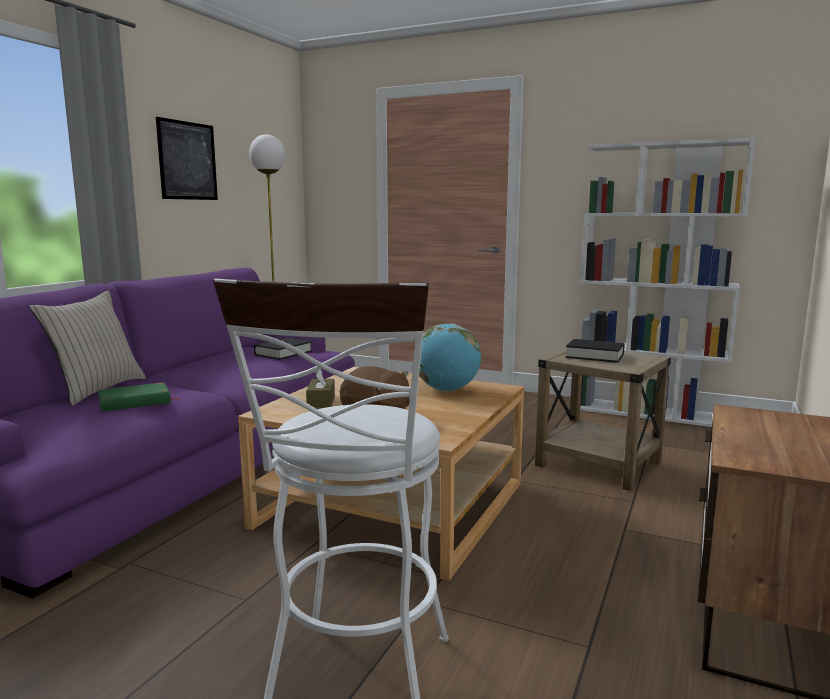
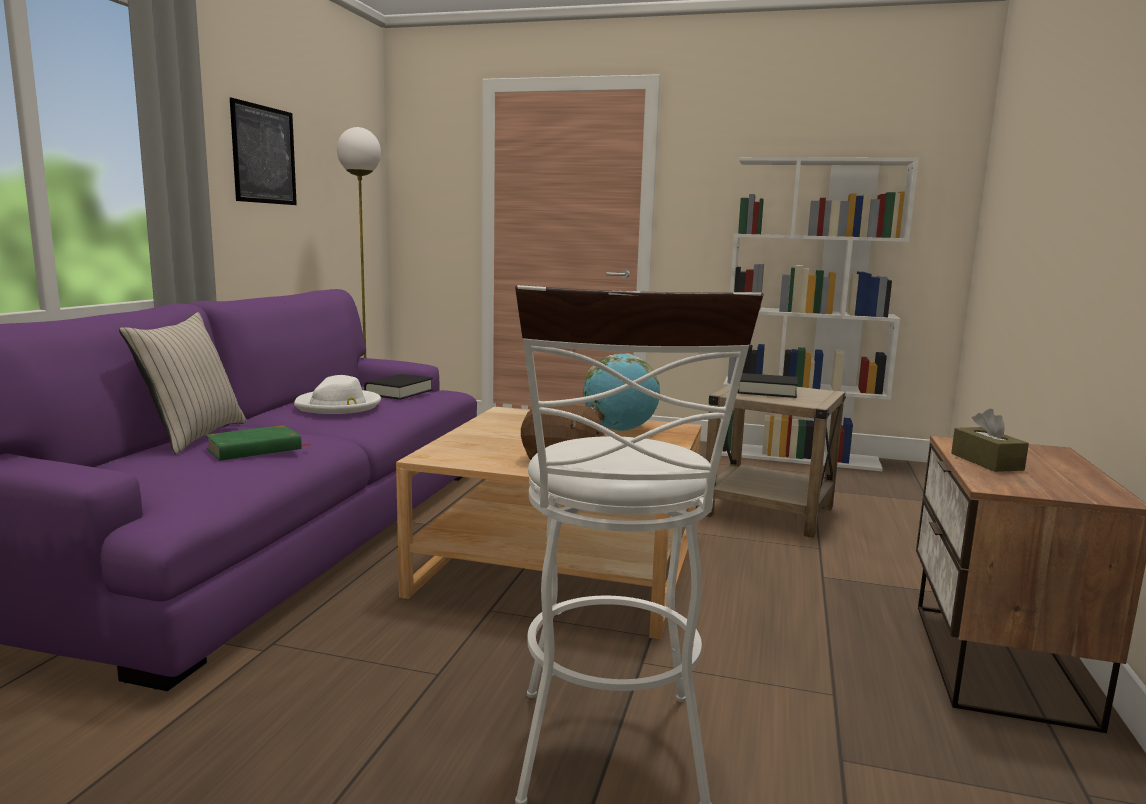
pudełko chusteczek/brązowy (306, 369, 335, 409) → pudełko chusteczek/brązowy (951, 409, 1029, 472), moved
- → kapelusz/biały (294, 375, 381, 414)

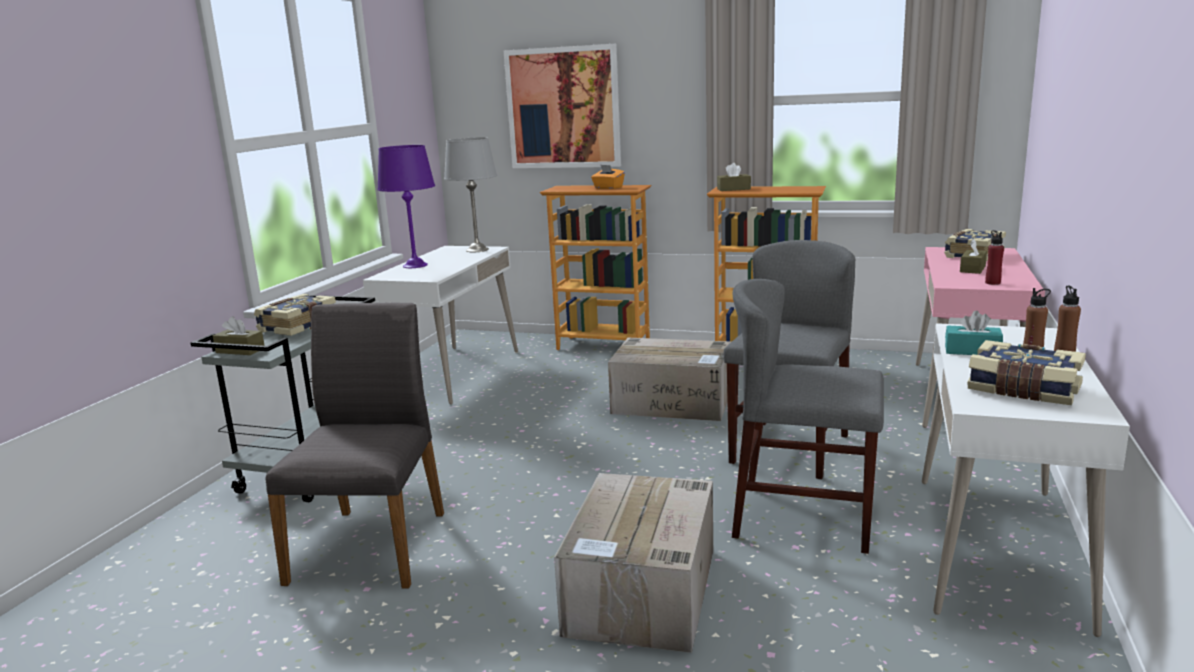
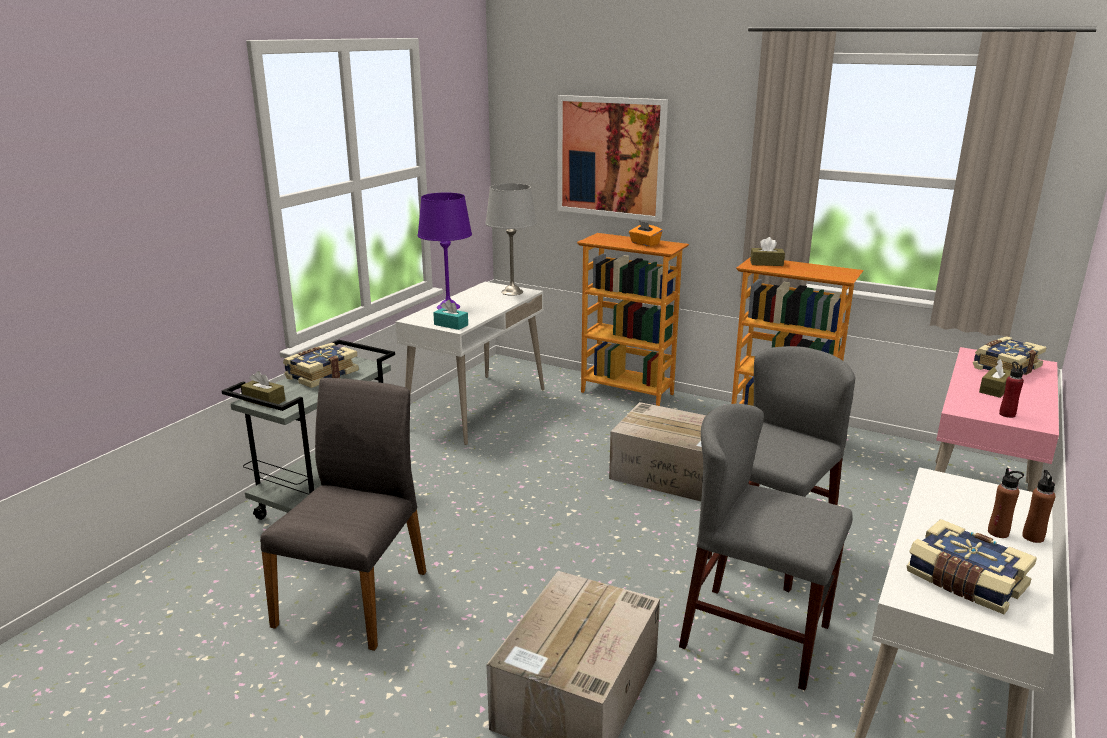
pudełko chusteczek/turkusowy (945, 310, 1003, 355) → pudełko chusteczek/turkusowy (433, 300, 468, 330), moved

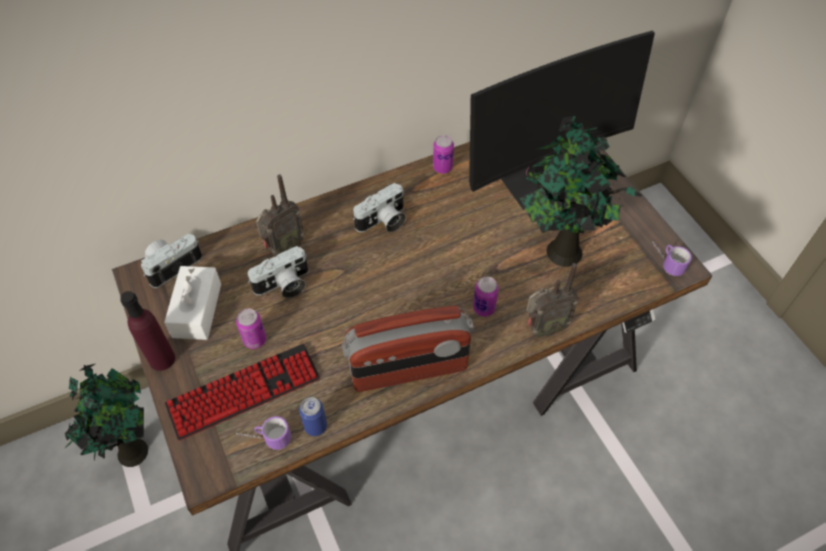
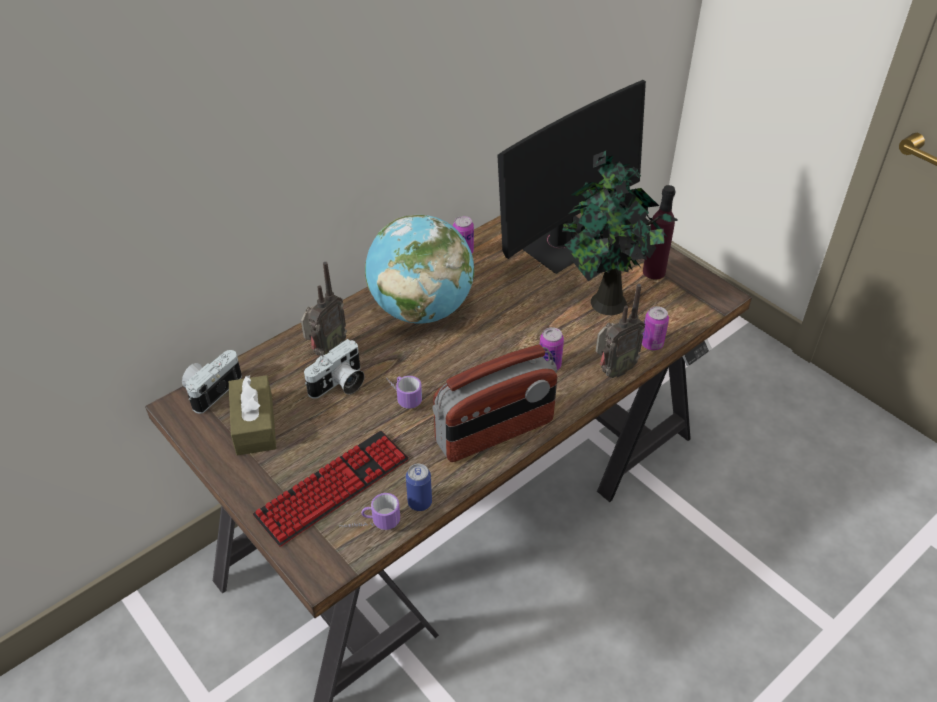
aparat fotograficzny (353, 183, 406, 232) → globus (365, 215, 474, 323)
kubek (652, 241, 692, 276) → kubek (386, 376, 422, 409), moved
pudełko chusteczek/biały (164, 266, 221, 340) → pudełko chusteczek/brązowy (229, 375, 277, 455)
butelka/fioletowy (121, 291, 175, 371) → butelka/fioletowy (643, 185, 676, 279), moved
puszka (236, 309, 266, 349) → puszka (642, 306, 669, 351), moved
roślina doniczkowa (64, 364, 148, 467) → -

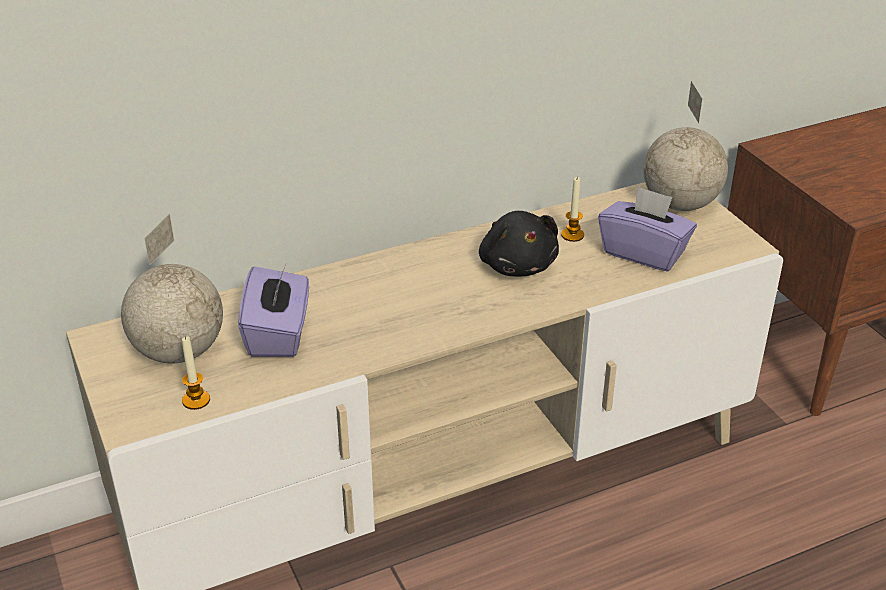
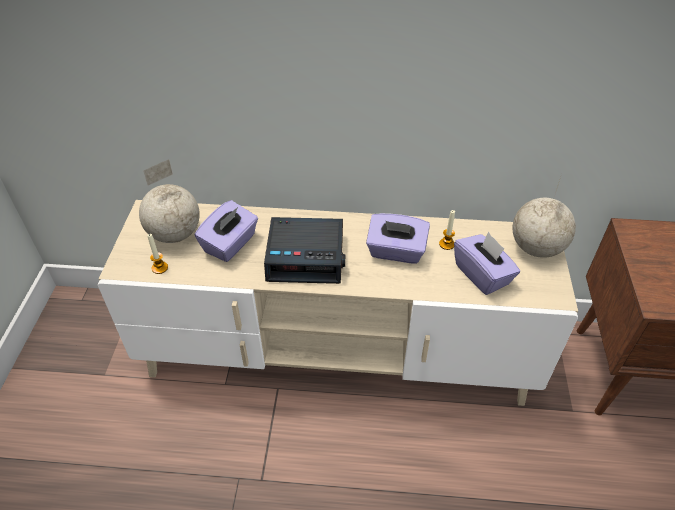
pluszak/czarny (479, 211, 559, 276) → pudełko chusteczek/fioletowy (366, 213, 430, 264)
- → budzik (264, 217, 345, 284)

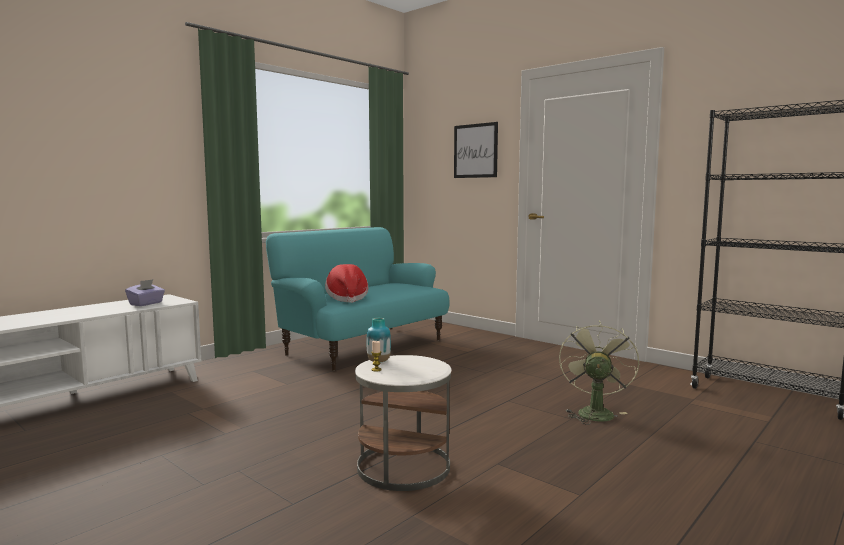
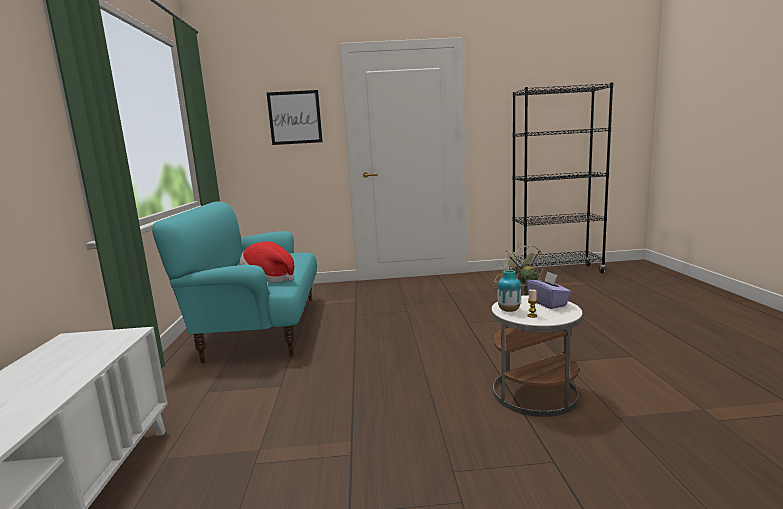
pudełko chusteczek/fioletowy (125, 279, 165, 306) → pudełko chusteczek/fioletowy (526, 271, 571, 309), moved

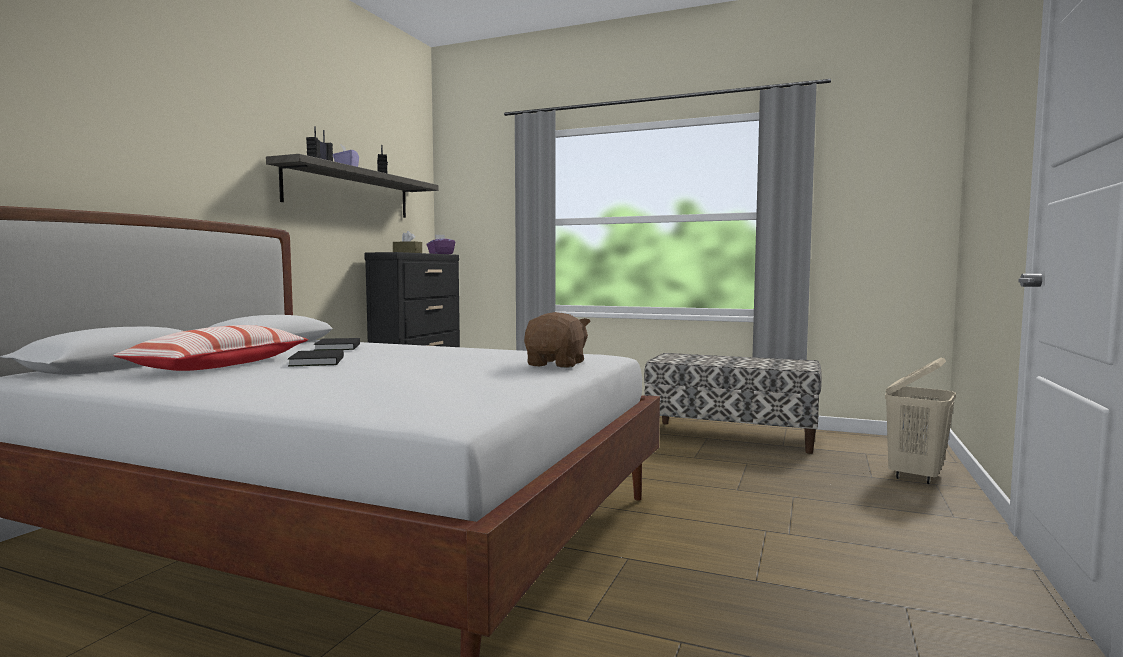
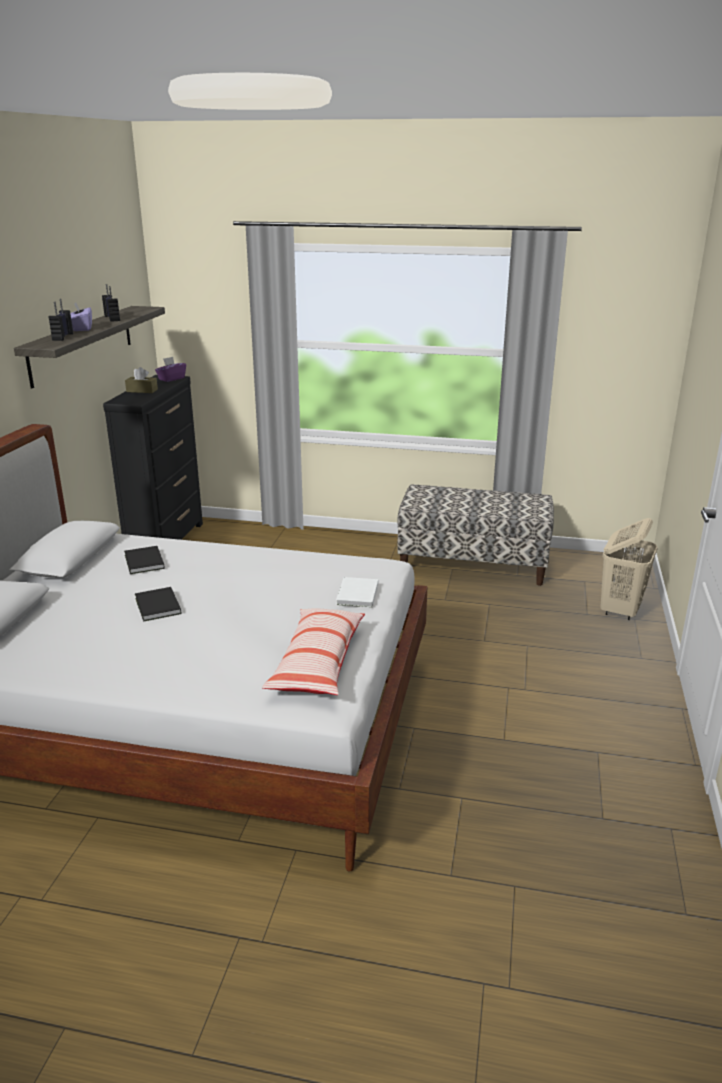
pluszak/brązowy (524, 312, 591, 368) → książka/biały (336, 577, 378, 607)
poduszka (113, 325, 308, 371) → poduszka (262, 608, 365, 695), moved

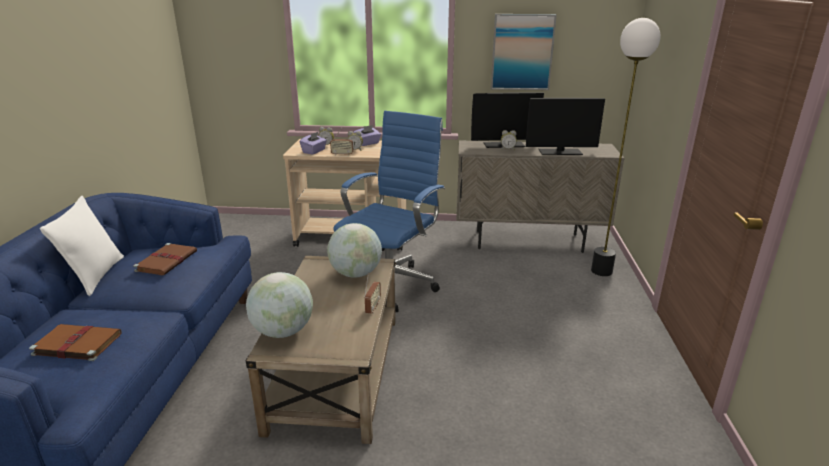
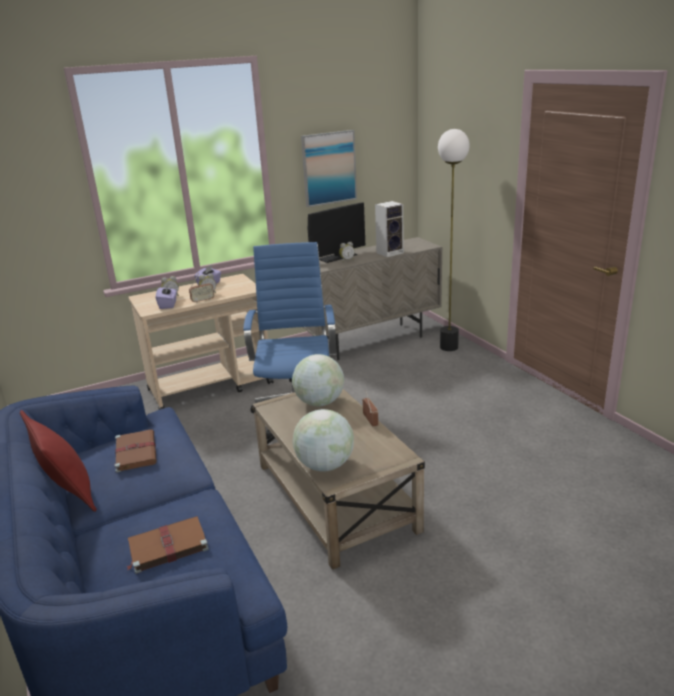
monitor (526, 98, 605, 155) → głośnik (375, 201, 404, 257)
poduszka/biały (40, 196, 124, 296) → poduszka/czerwony (20, 410, 97, 512)

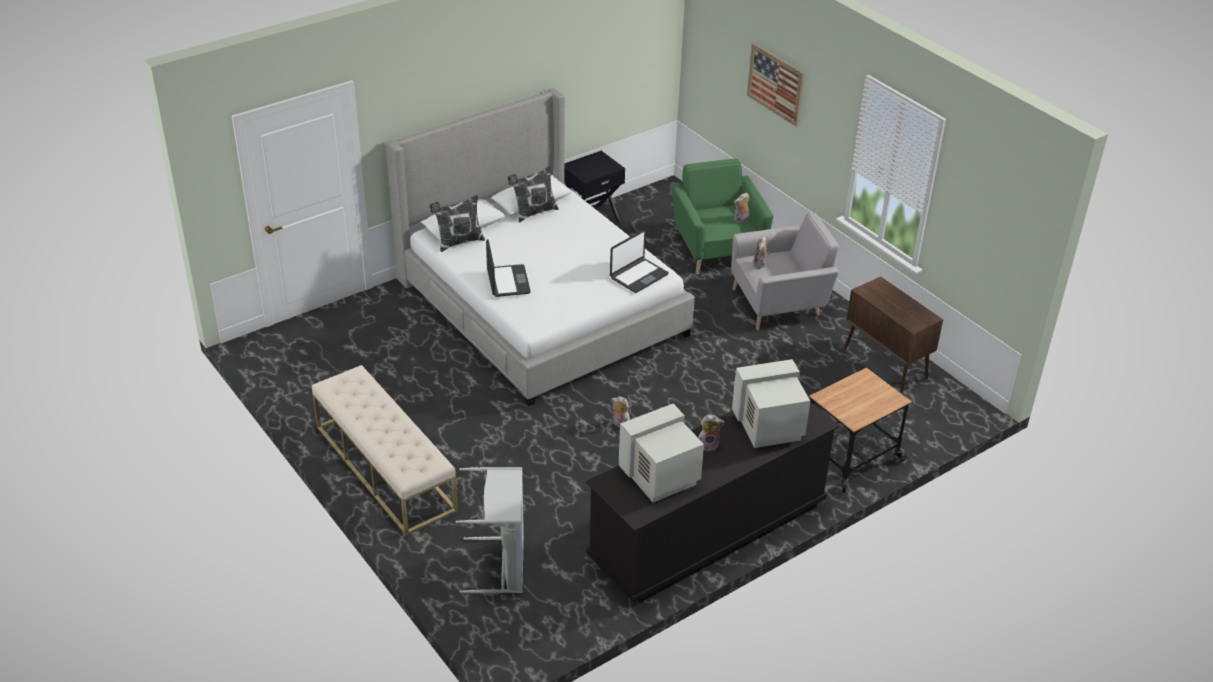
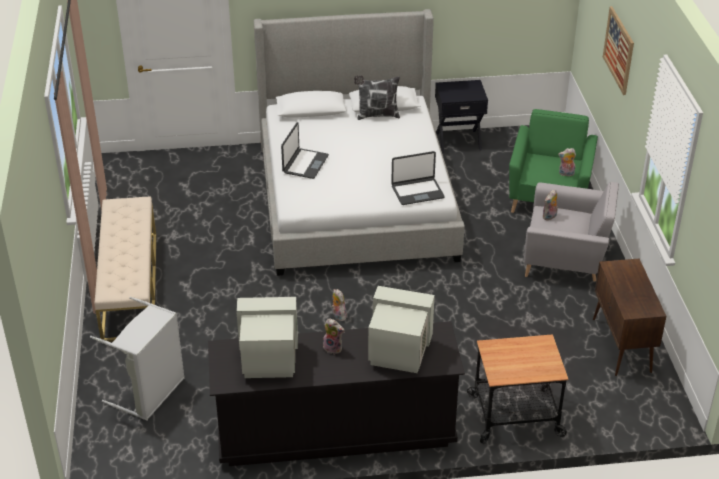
poduszka (430, 195, 485, 252) → -

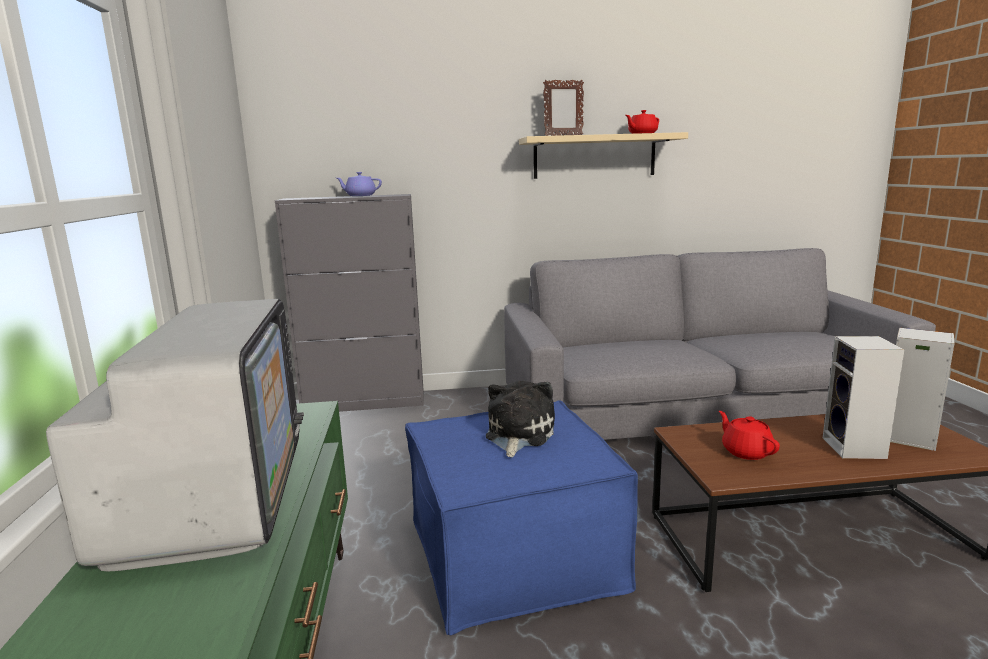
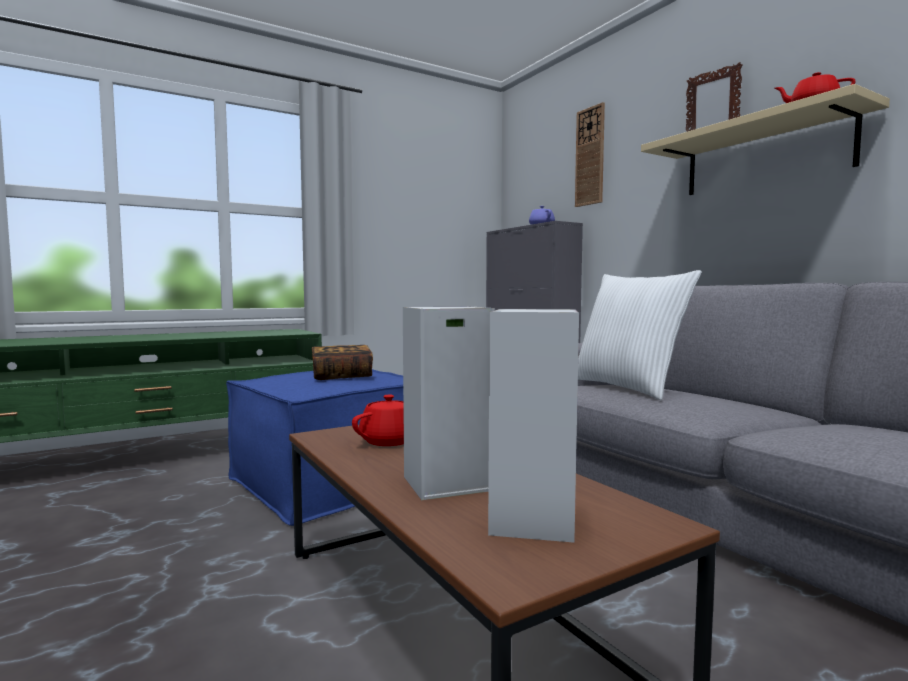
telewizor (46, 299, 304, 571) → -
pluszak (486, 381, 555, 457) → książka (312, 345, 373, 380)
- → zegar ścienny (575, 102, 605, 207)
- → poduszka/biały (578, 270, 701, 400)

